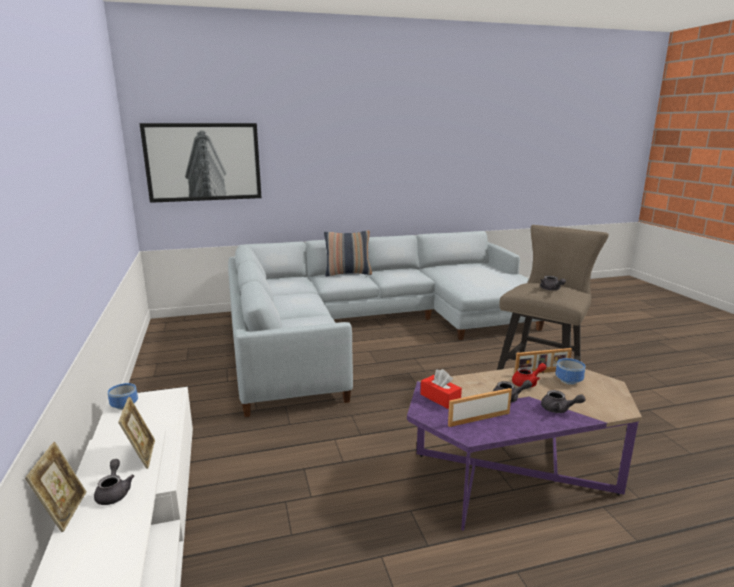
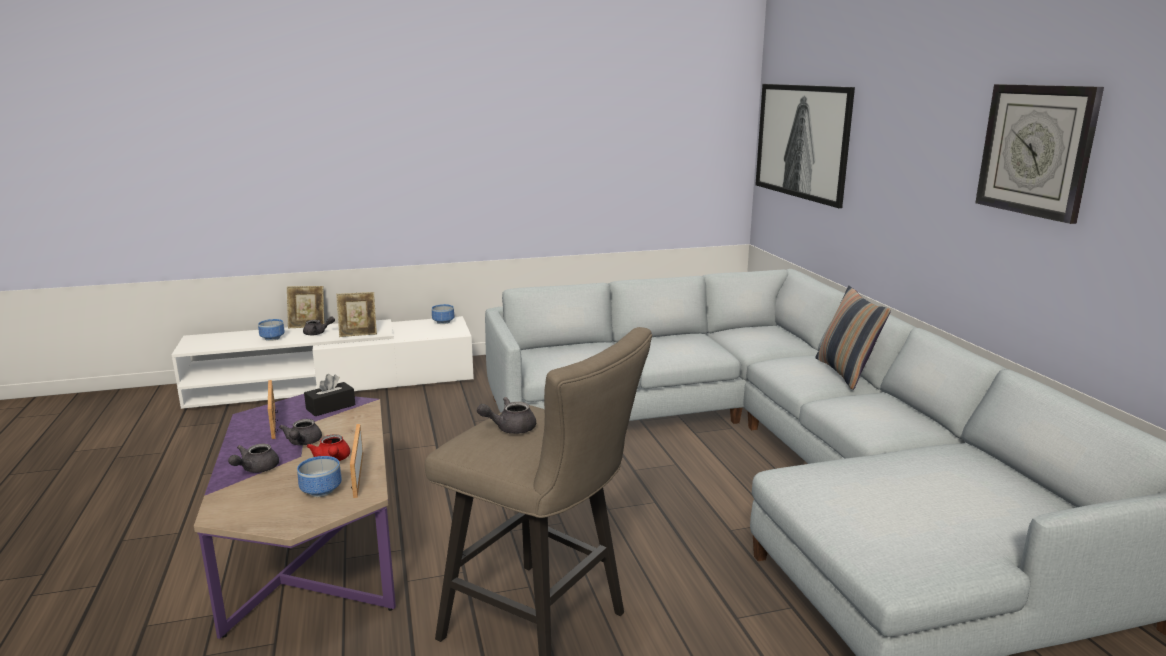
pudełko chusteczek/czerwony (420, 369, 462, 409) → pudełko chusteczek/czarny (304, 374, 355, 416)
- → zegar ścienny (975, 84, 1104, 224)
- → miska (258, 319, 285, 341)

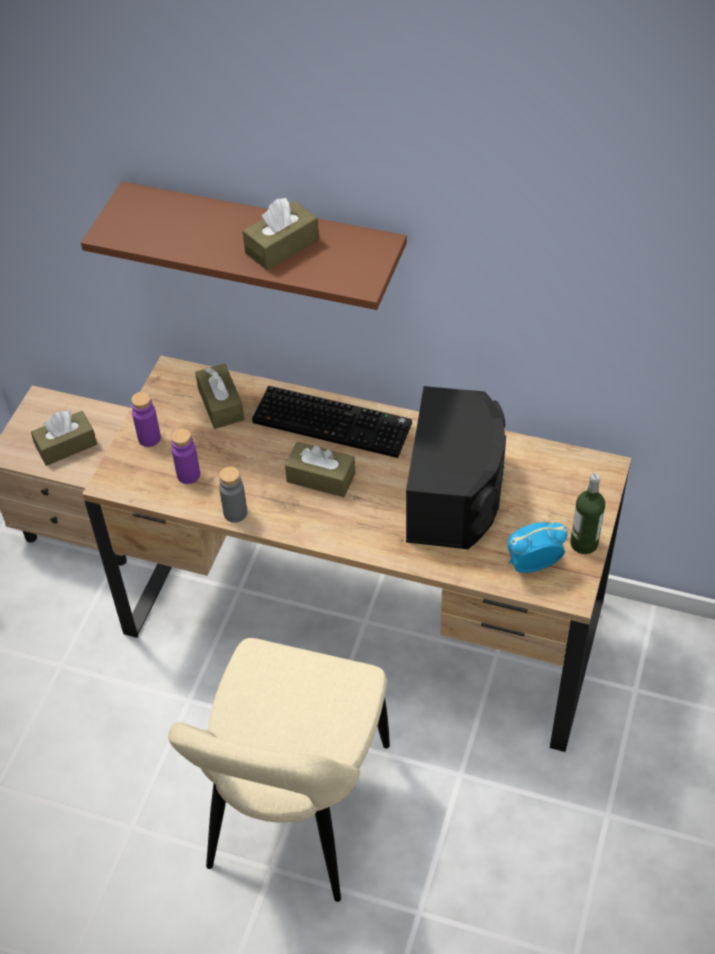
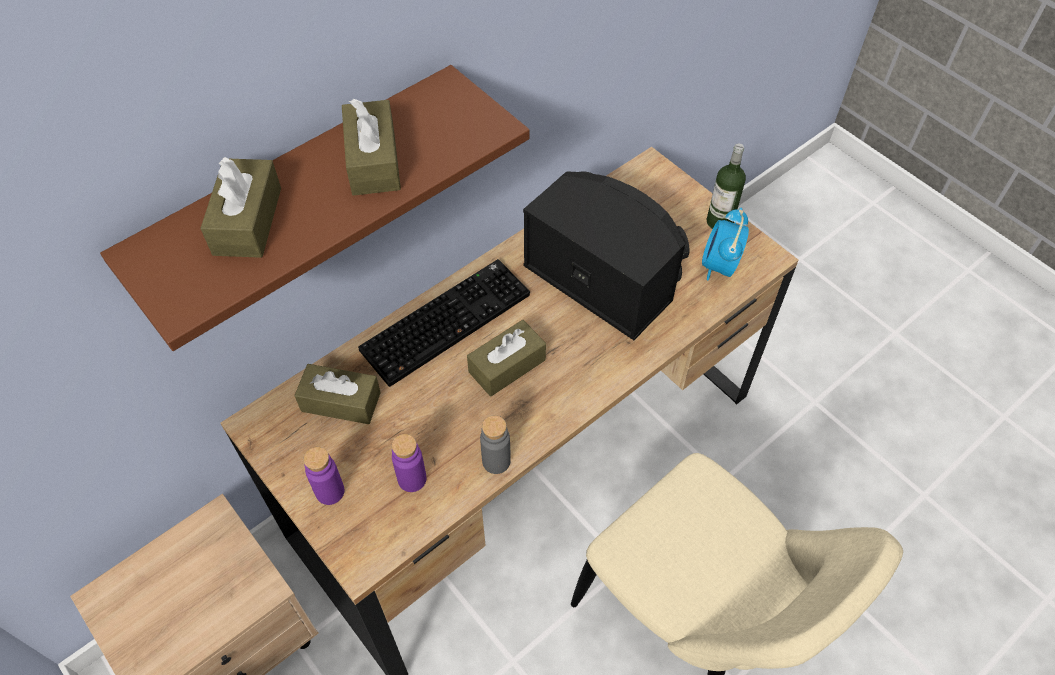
pudełko chusteczek/brązowy (31, 410, 97, 466) → pudełko chusteczek/brązowy (200, 157, 281, 258), moved

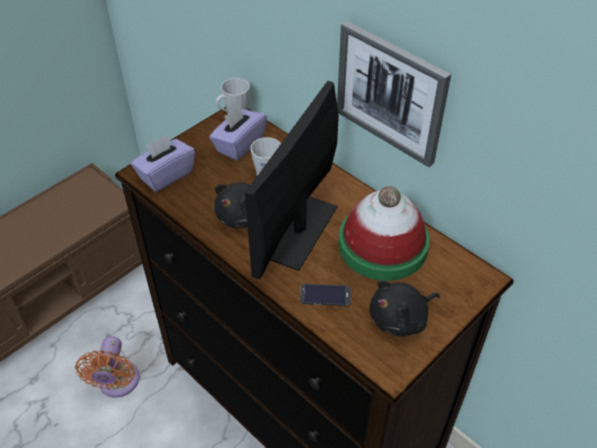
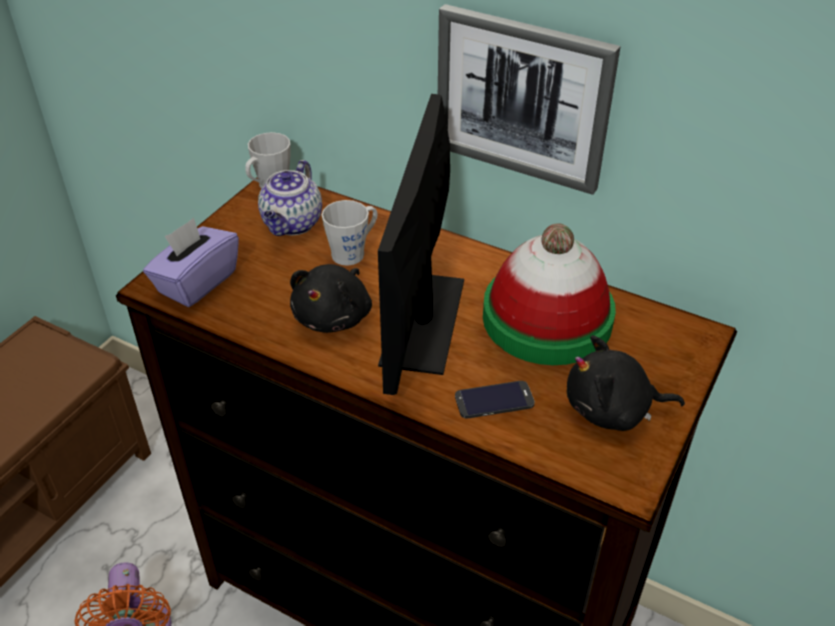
pudełko chusteczek/fioletowy (209, 105, 267, 161) → imbryk (258, 160, 322, 236)
pluszak/czarny (370, 280, 440, 337) → pluszak/czarny (567, 335, 685, 431), 45 degrees clockwise

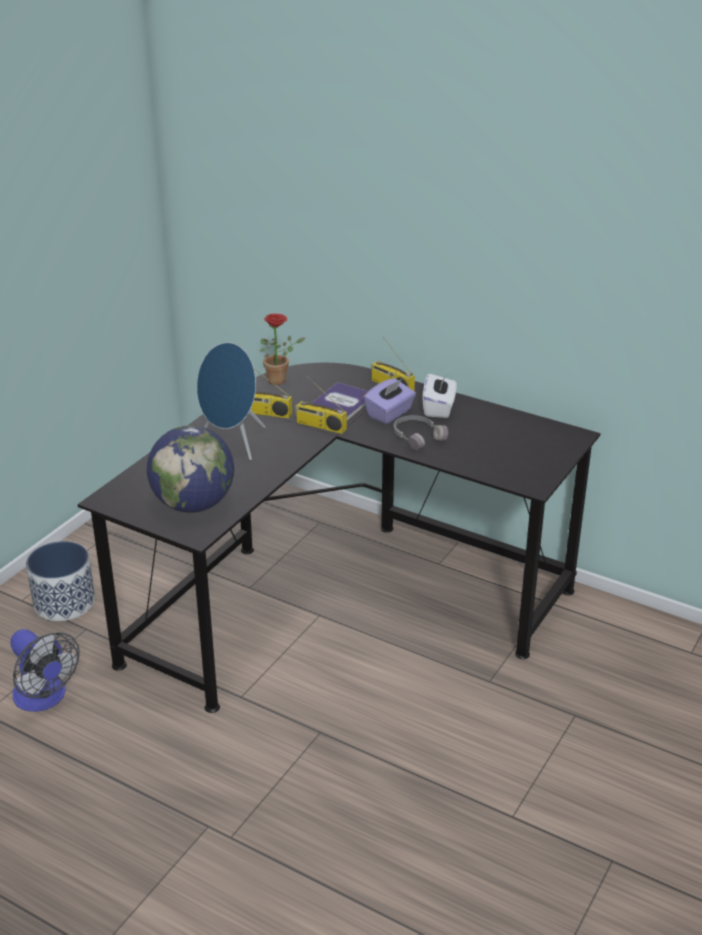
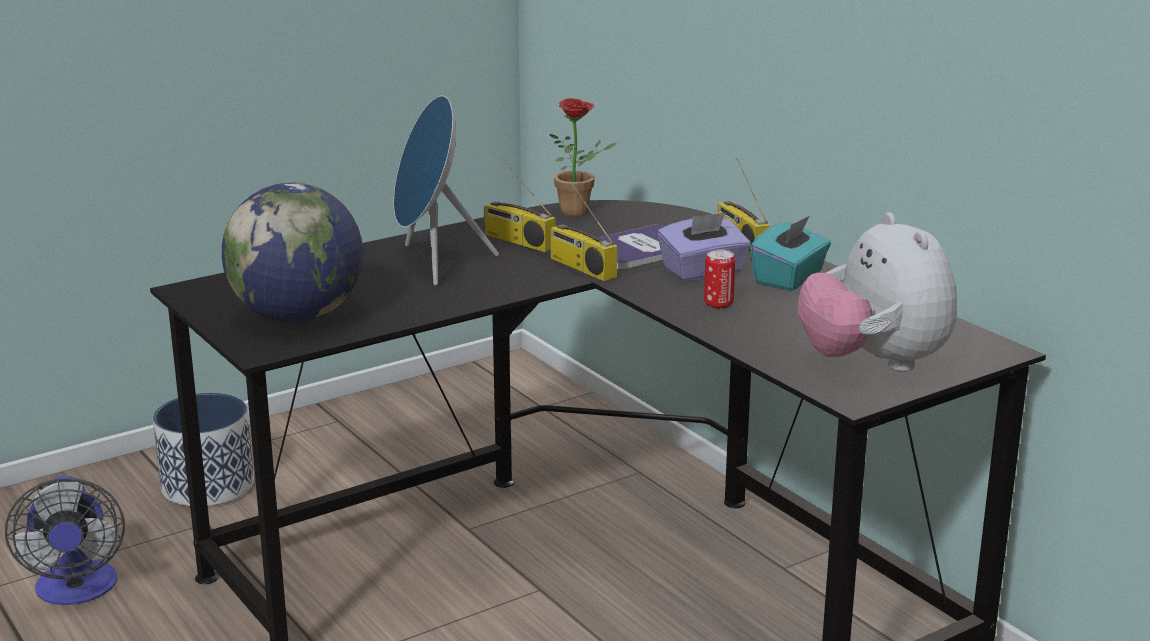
pudełko chusteczek/biały (423, 374, 457, 418) → pudełko chusteczek/turkusowy (750, 215, 831, 291)
słuchawki/szary (394, 415, 448, 451) → puszka (704, 250, 735, 309)
- → pluszak (798, 212, 957, 372)

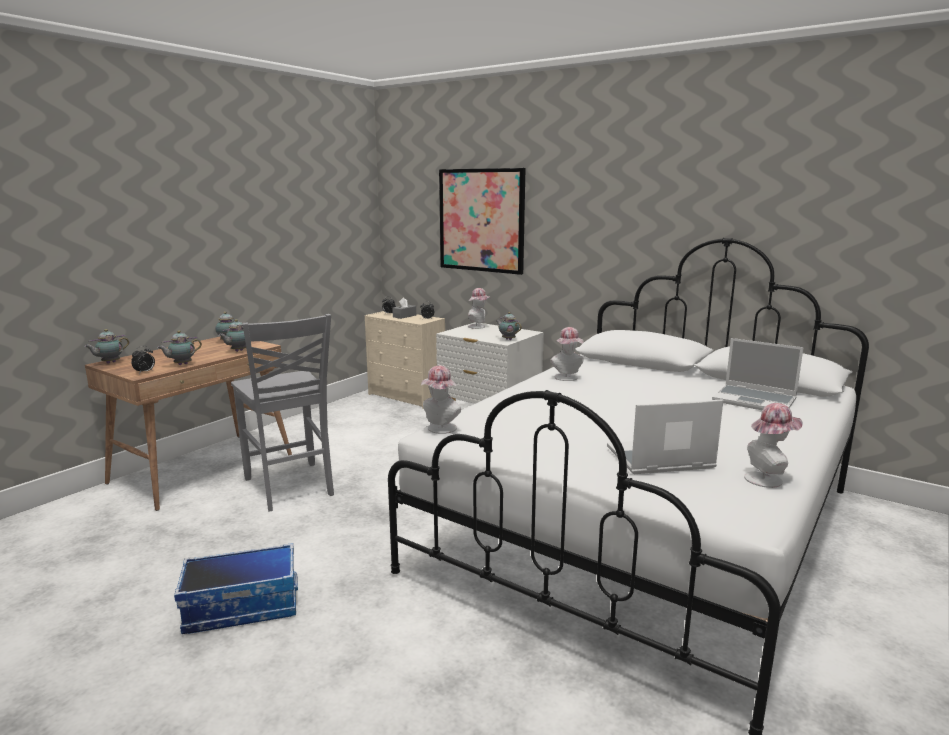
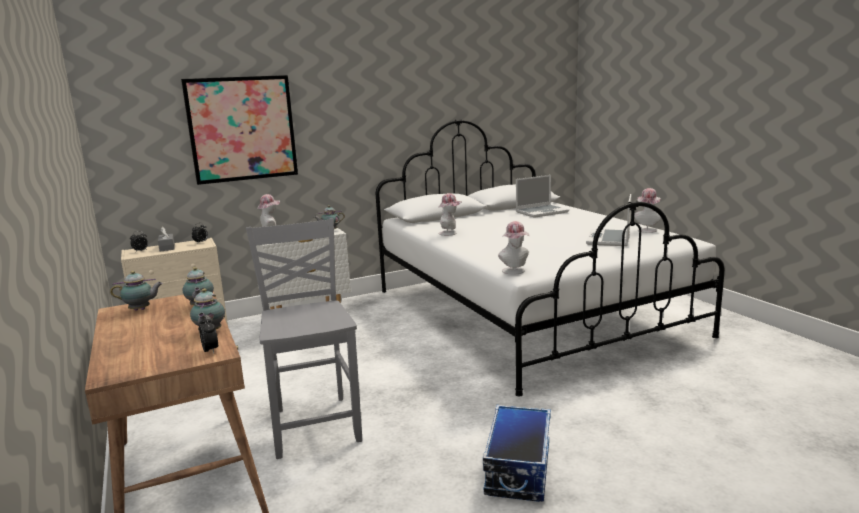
krzesło/szary (231, 314, 334, 511) → krzesło/szary (246, 218, 362, 459), 105 degrees counterclockwise
imbryk (84, 329, 129, 363) → -

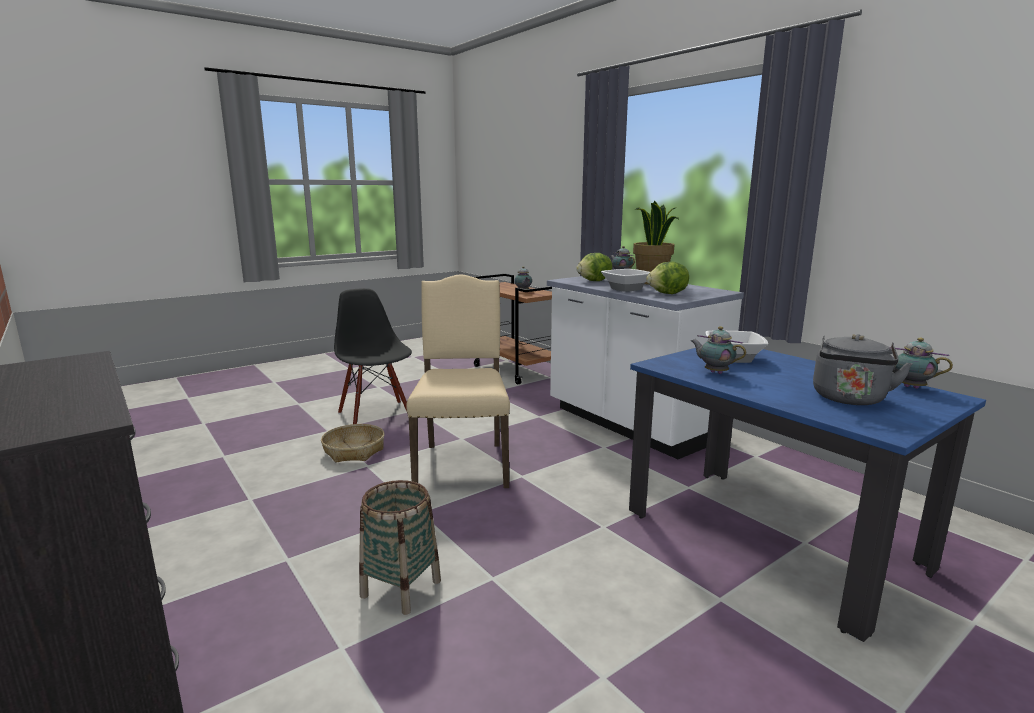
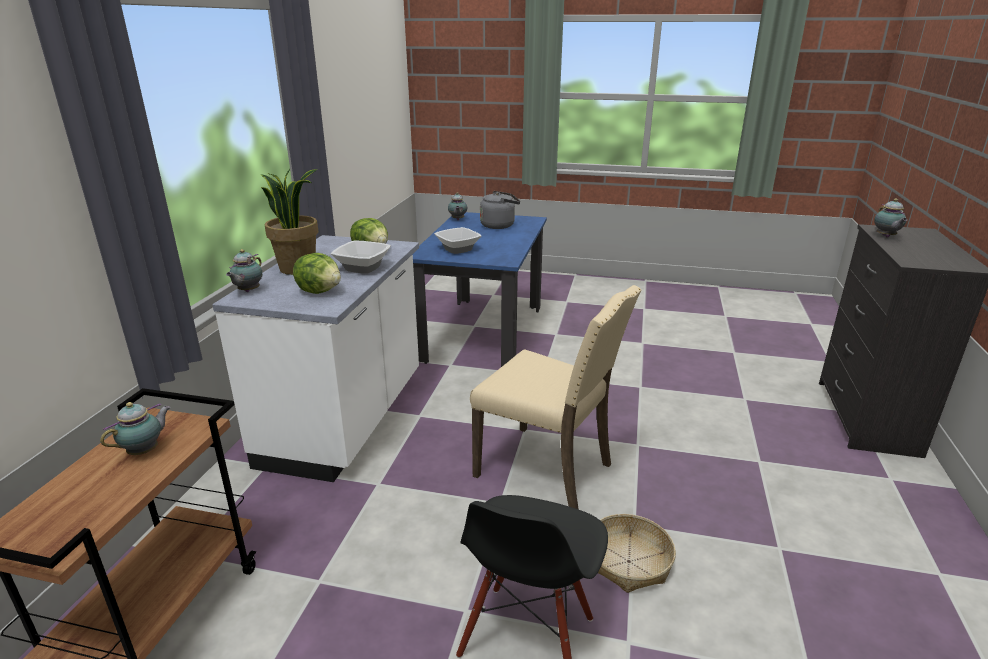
krzesło/beżowy (406, 274, 510, 488) → krzesło/beżowy (470, 285, 642, 509), 105 degrees counterclockwise
imbryk (691, 326, 746, 374) → imbryk (874, 198, 907, 237), moved
koszyk (359, 480, 441, 615) → -

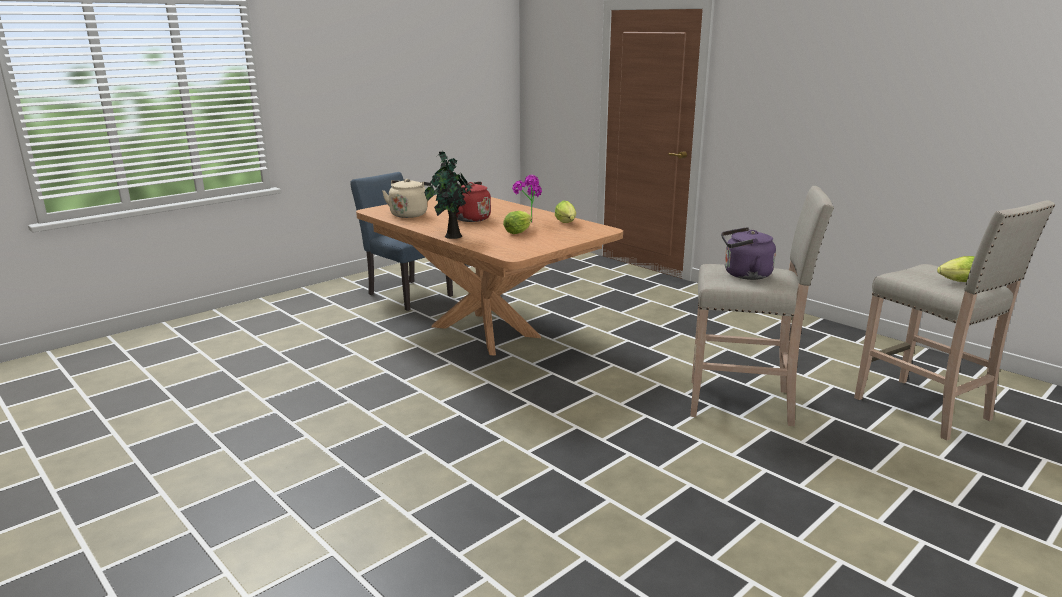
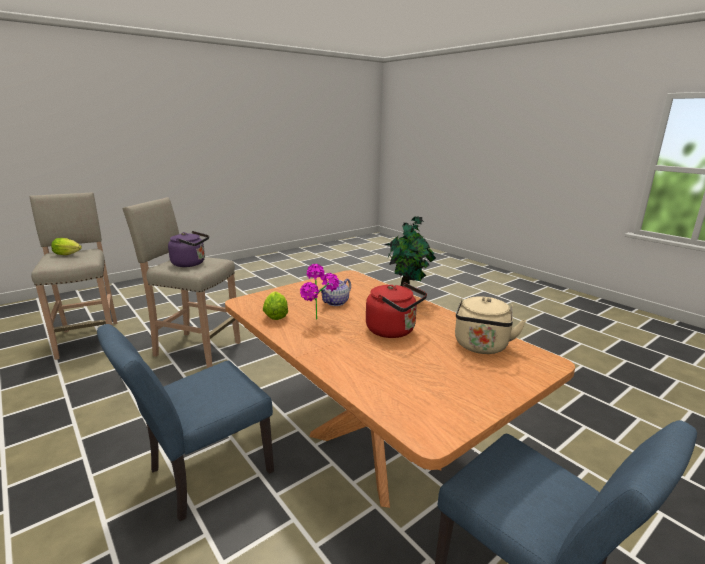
sałata (503, 211, 532, 234) → imbryk (319, 279, 351, 306)
- → krzesło/niebieski (97, 324, 274, 521)

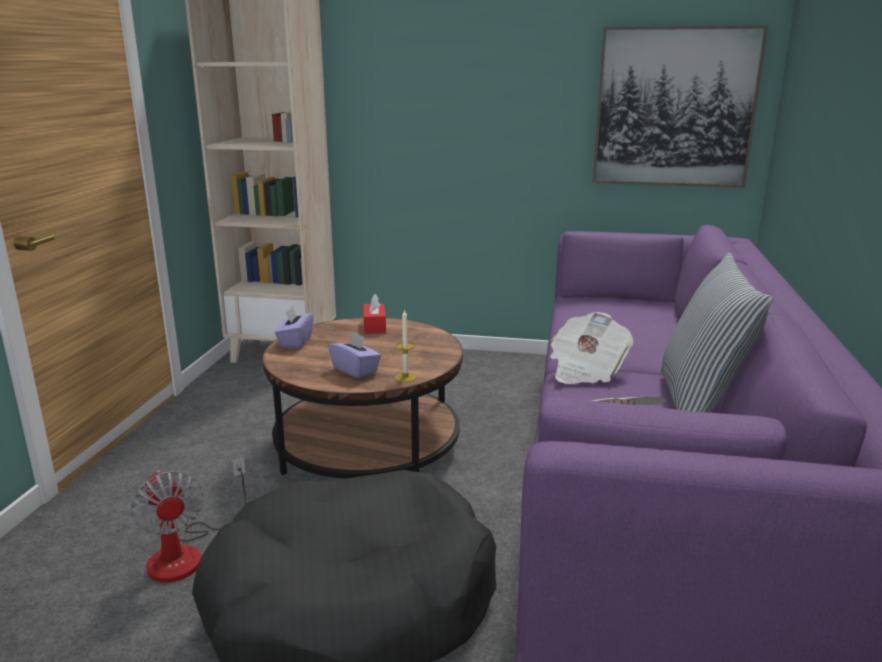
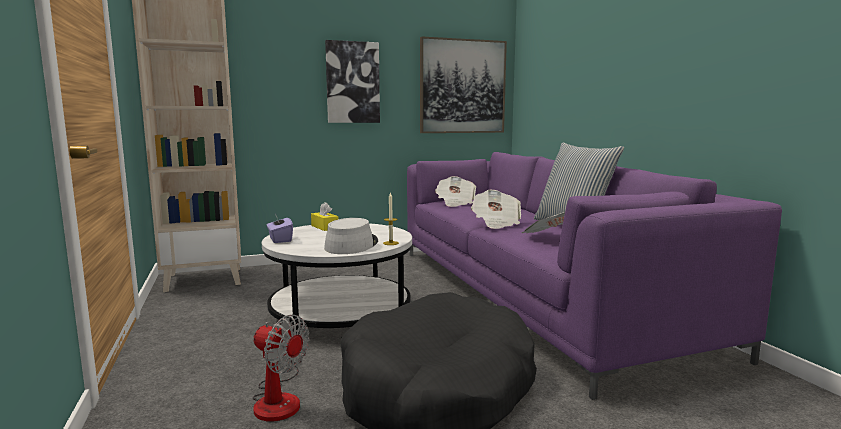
pudełko chusteczek/czerwony (363, 294, 386, 334) → pudełko chusteczek/żółty (311, 202, 338, 231)
ława/brązowy (263, 318, 463, 479) → ława/biały (262, 223, 412, 335)
pudełko chusteczek/fioletowy (328, 331, 381, 379) → kapelusz/szary (324, 218, 378, 254)
- → obraz (325, 40, 380, 123)
- → gazeta (435, 176, 476, 207)

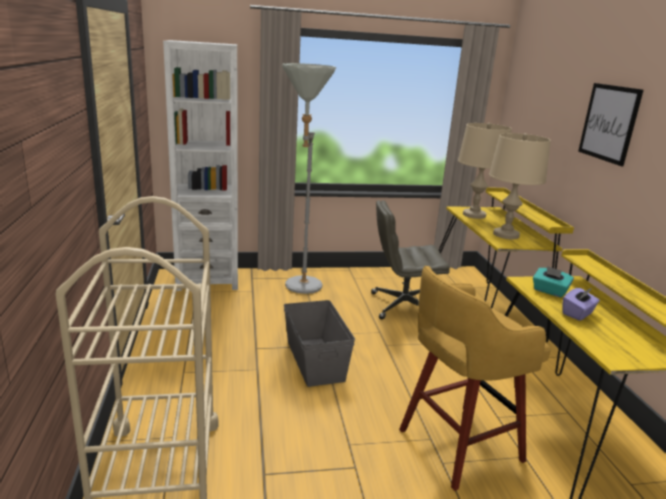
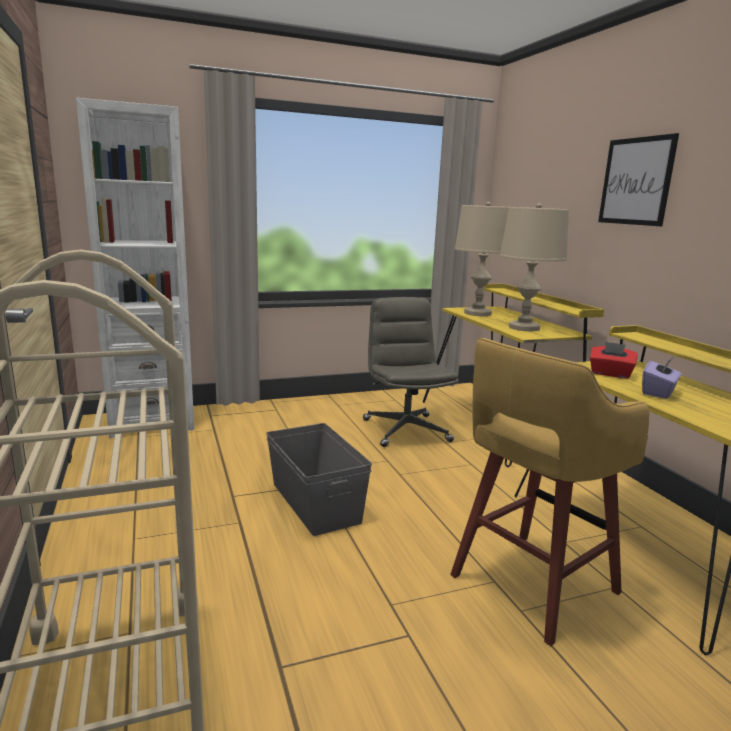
lampa stojąca/szary (282, 63, 337, 294) → -
krzesło biurowe/szary (371, 200, 450, 319) → krzesło biurowe/szary (363, 297, 459, 447), 90 degrees clockwise
pudełko chusteczek/turkusowy (533, 266, 574, 298) → pudełko chusteczek/czerwony (590, 342, 638, 379)

